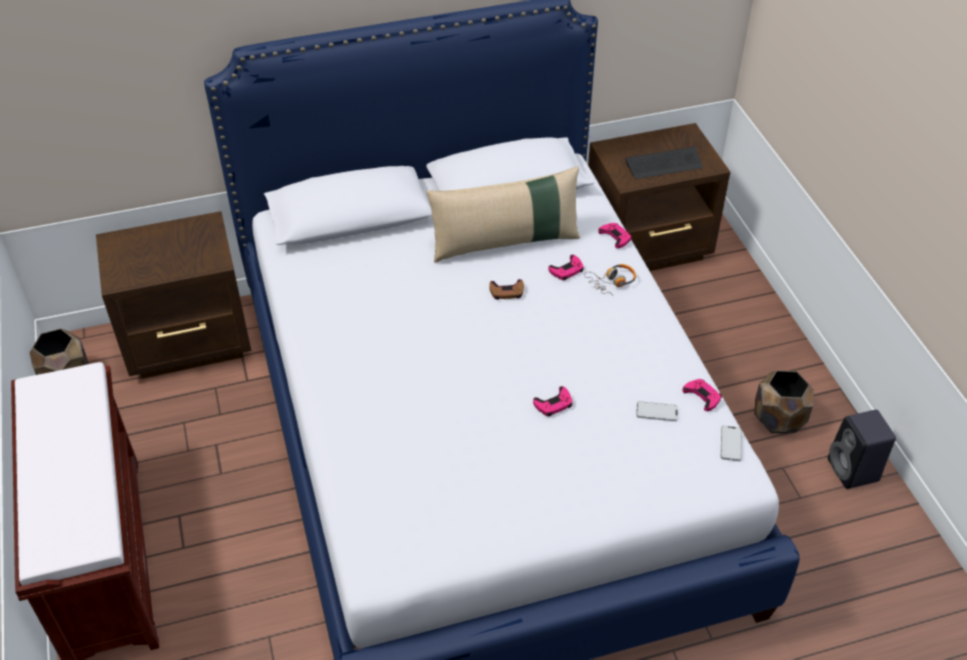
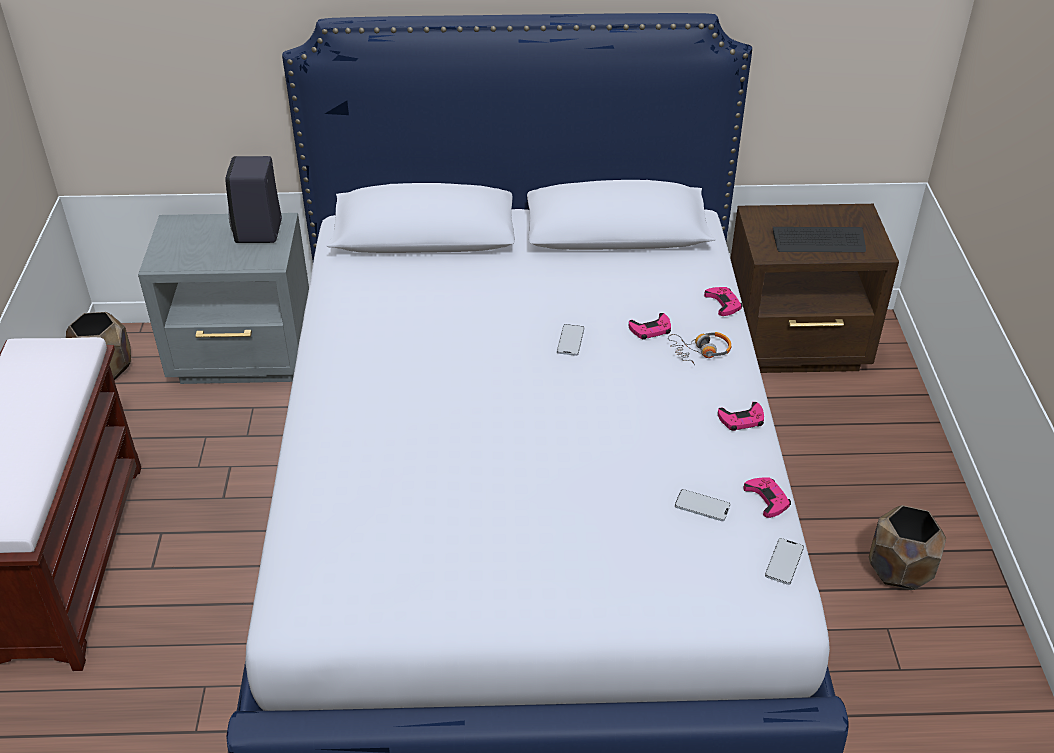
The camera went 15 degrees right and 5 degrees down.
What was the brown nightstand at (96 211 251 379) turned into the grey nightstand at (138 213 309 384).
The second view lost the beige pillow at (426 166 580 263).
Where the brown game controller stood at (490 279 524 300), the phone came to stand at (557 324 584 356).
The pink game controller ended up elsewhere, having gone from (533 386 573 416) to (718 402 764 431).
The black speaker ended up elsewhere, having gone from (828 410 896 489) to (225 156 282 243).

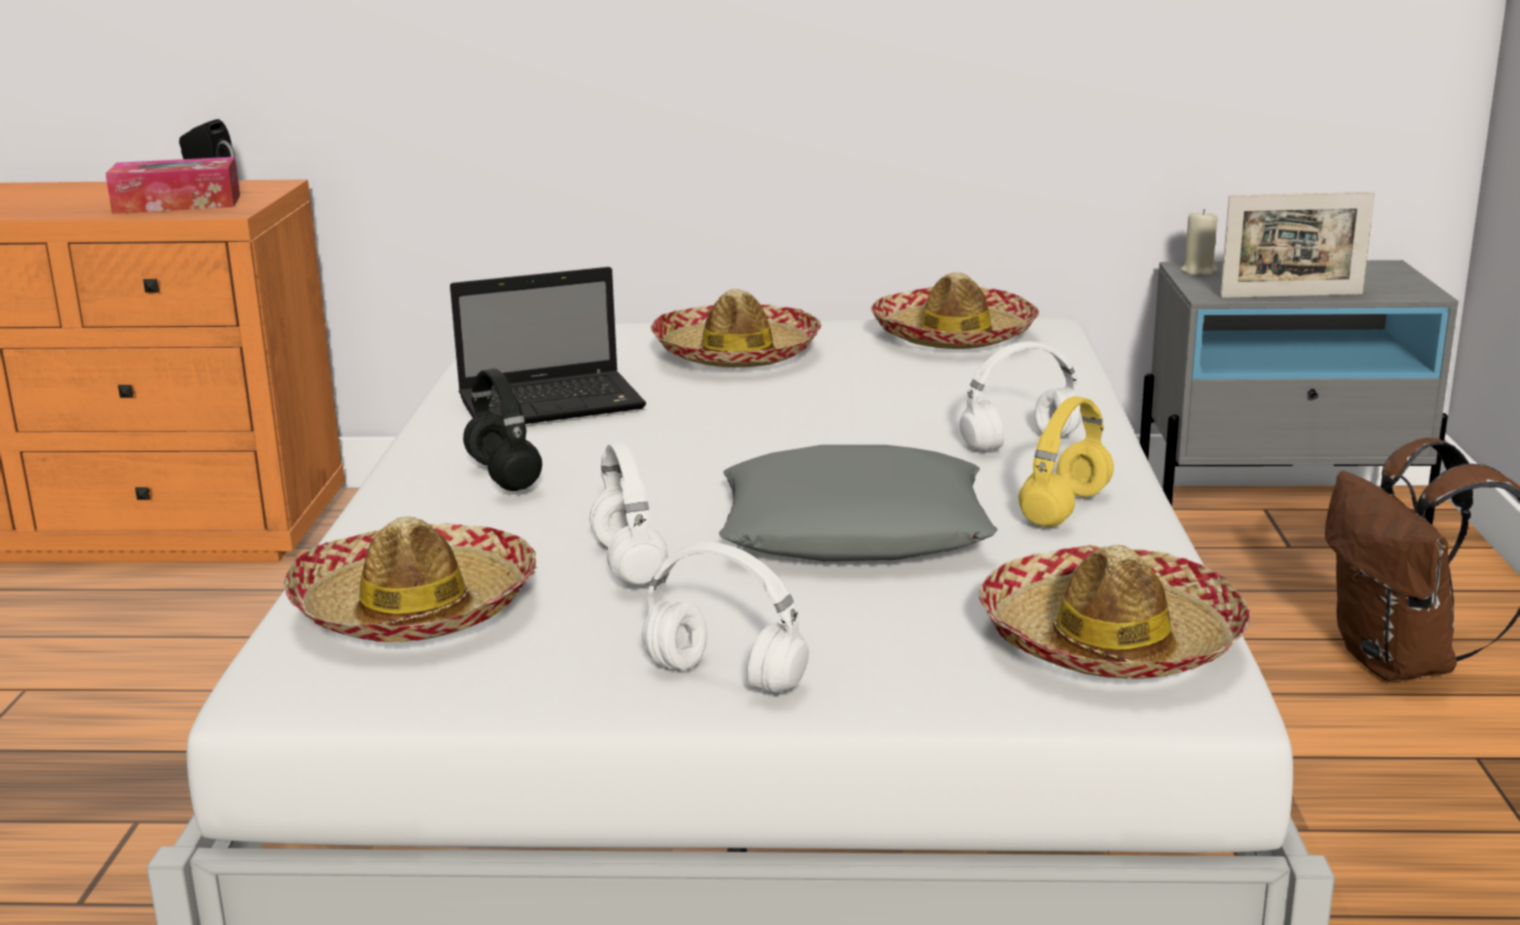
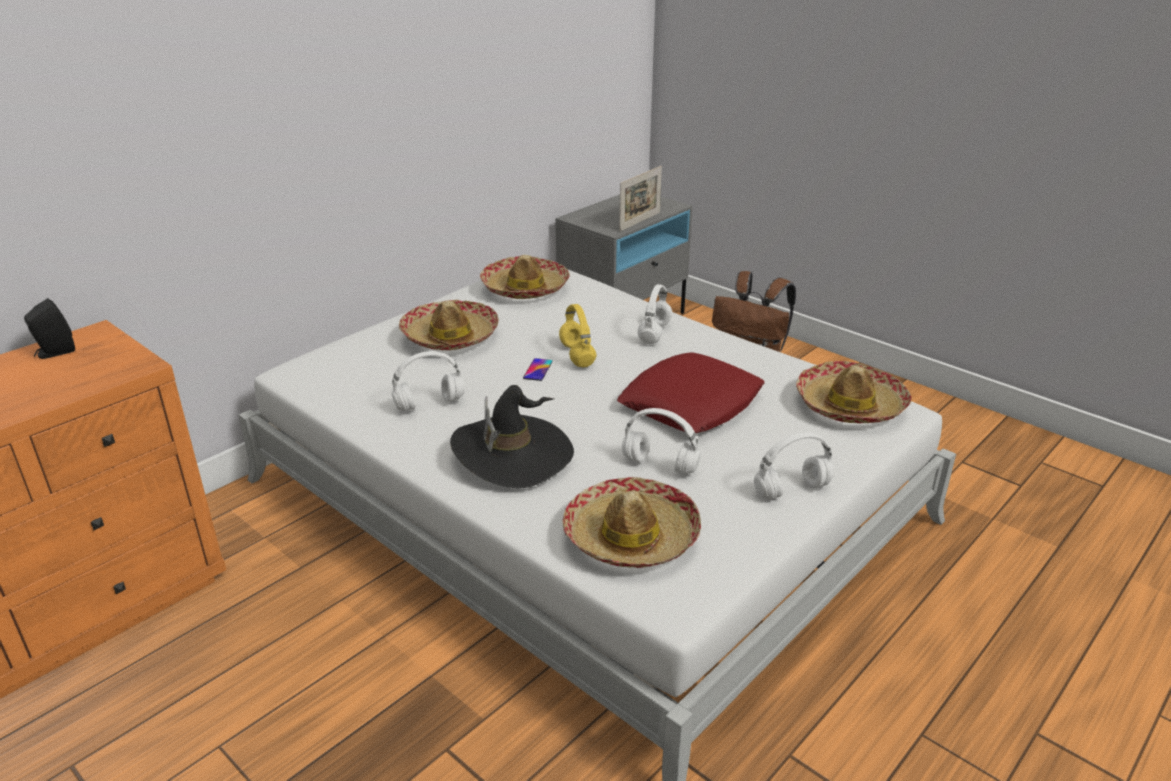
The camera went 50 degrees left and 10 degrees up.
The second view lost the tissue box at (106 157 240 214).
Where the laptop stood at (450 267 646 424), the white headphones came to stand at (392 351 465 411).
Where the black headphones stood at (463 368 542 491), the black hat came to stand at (450 385 574 489).
What was the grey pillow at (719 445 998 561) turned into the red pillow at (617 353 764 433).
The yellow headphones ended up elsewhere, having gone from (1019 396 1114 527) to (559 304 596 367).
The second view lost the beige candle at (1180 209 1218 276).
The second view gained the phone at (523 358 553 381).

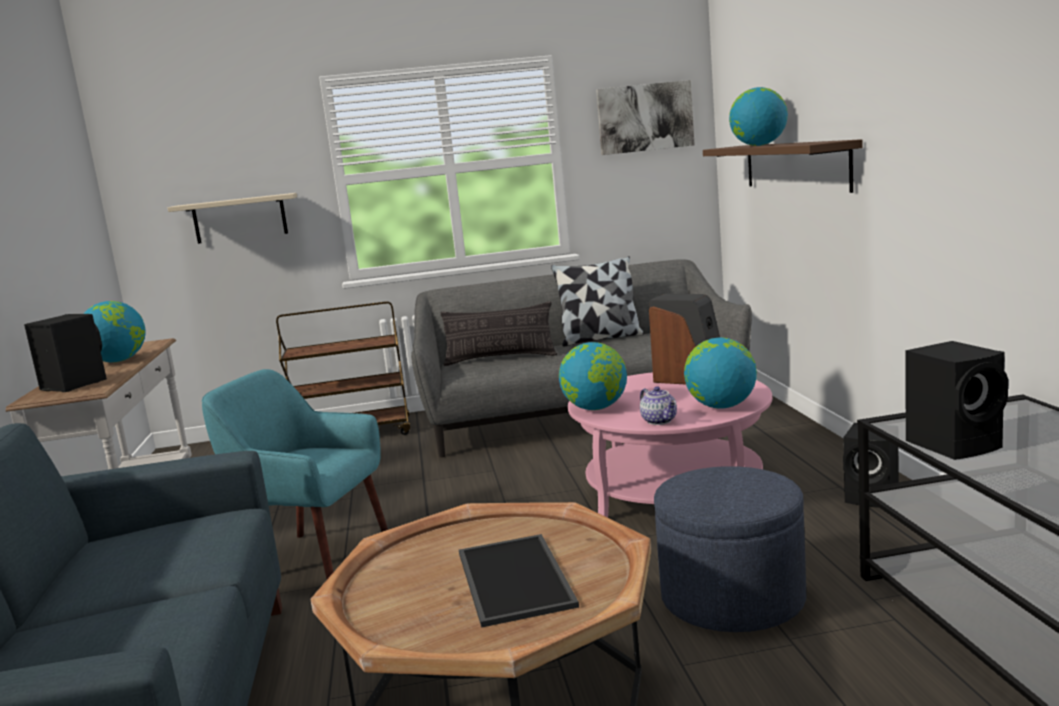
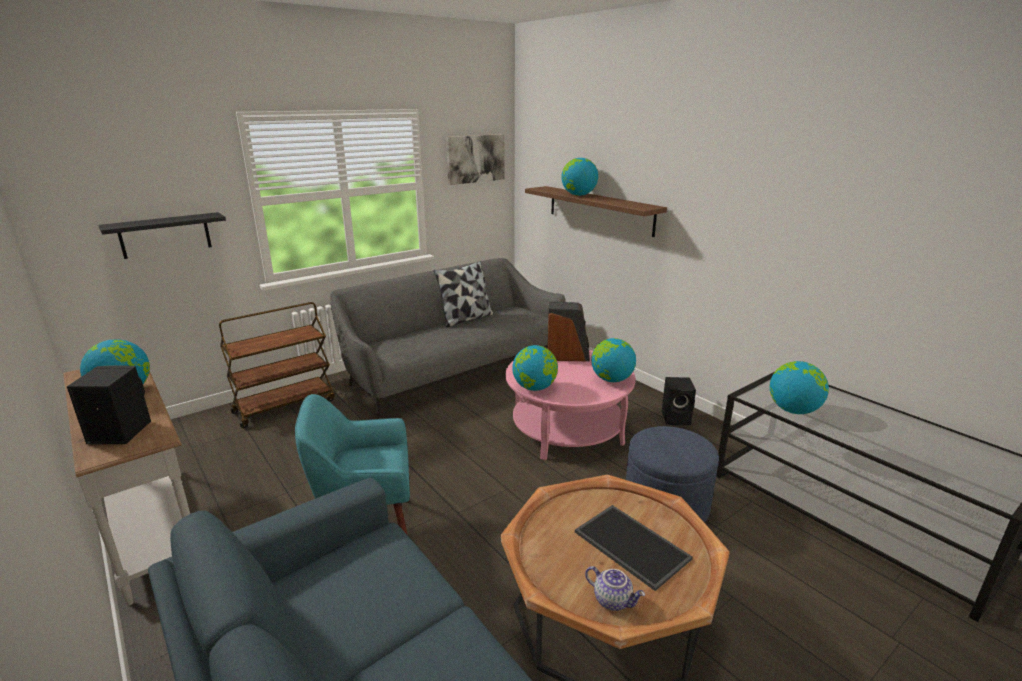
The camera went 30 degrees left and 10 degrees up.
What was the beige shelf at (167 193 297 244) turned into the black shelf at (98 212 226 259).
The second view lost the pillow at (441 301 557 366).
The teapot ended up elsewhere, having gone from (640 386 677 425) to (585 566 645 611).
Where the black speaker stood at (905 341 1008 460), the globe came to stand at (770 361 829 414).

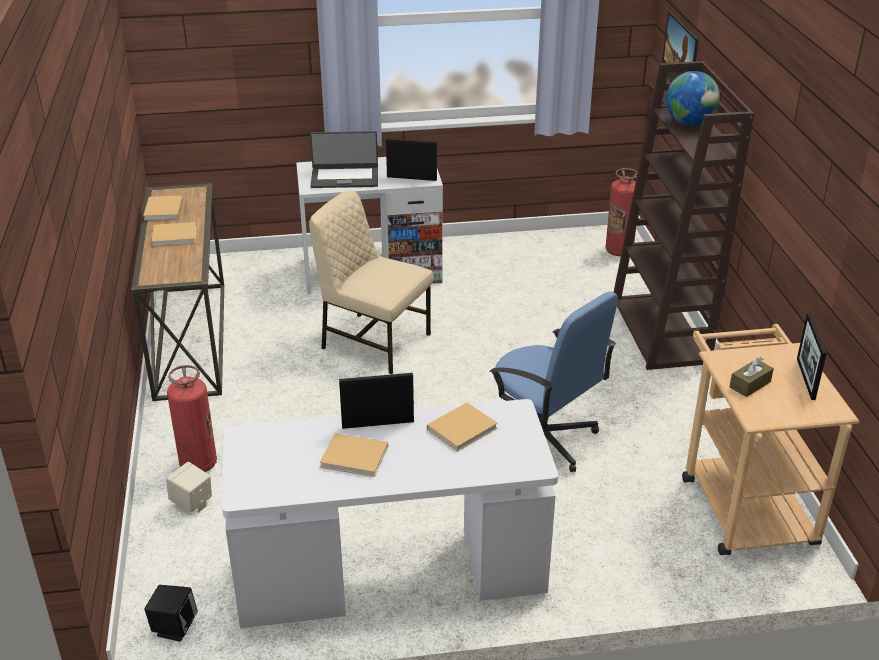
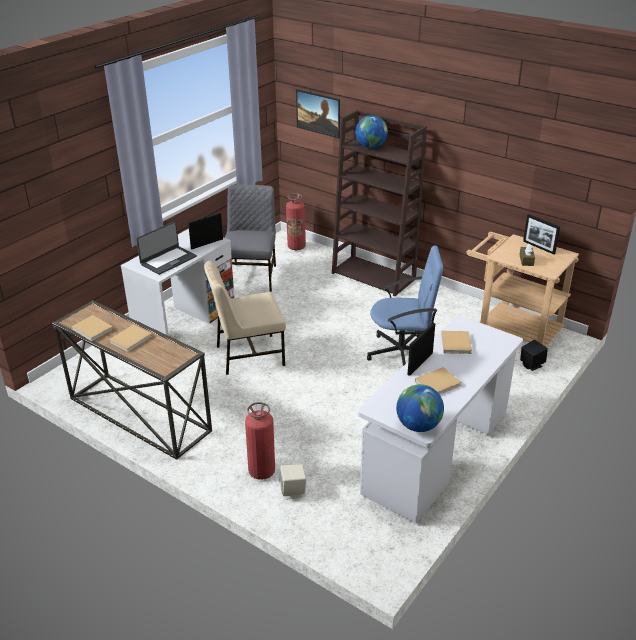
The camera went 45 degrees left and 0 degrees up.
The black speaker ended up elsewhere, having gone from (144 585 198 642) to (520 340 548 371).
The second view gained the grey chair at (224 185 276 292).
The second view gained the globe at (396 384 444 432).

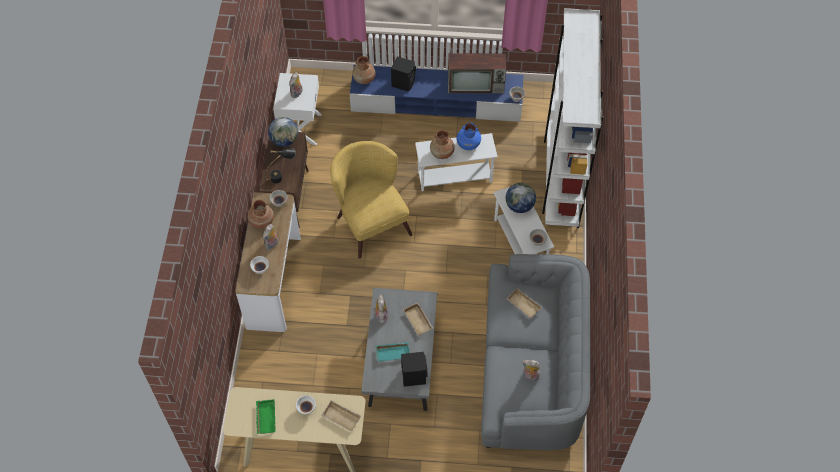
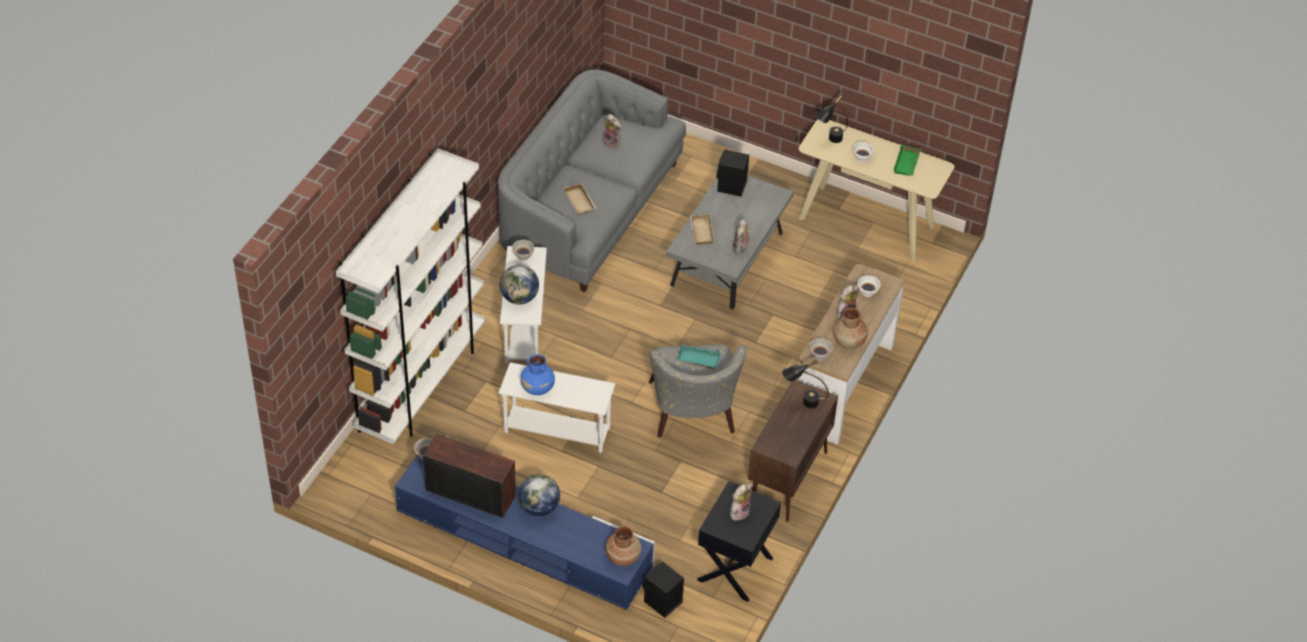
The camera went 160 degrees left and 10 degrees down.
The globe ended up elsewhere, having gone from (268 117 298 147) to (518 474 560 517).
What was the white nightstand at (273 73 322 145) turned into the black nightstand at (697 481 781 602).
Where the beige tray stood at (321 400 361 431), the black table lamp came to stand at (816 95 848 143).
What was the yellow armchair at (330 141 412 259) turned into the grey armchair at (649 344 747 438).
The turquoise tray ended up elsewhere, having gone from (375 342 410 362) to (676 344 721 369).
The black speaker ended up elsewhere, having gone from (391 57 416 92) to (643 562 684 618).
The second view lost the brown vase at (430 130 455 159).

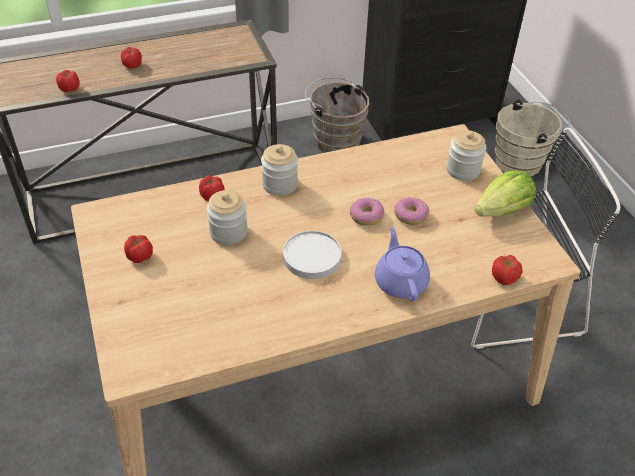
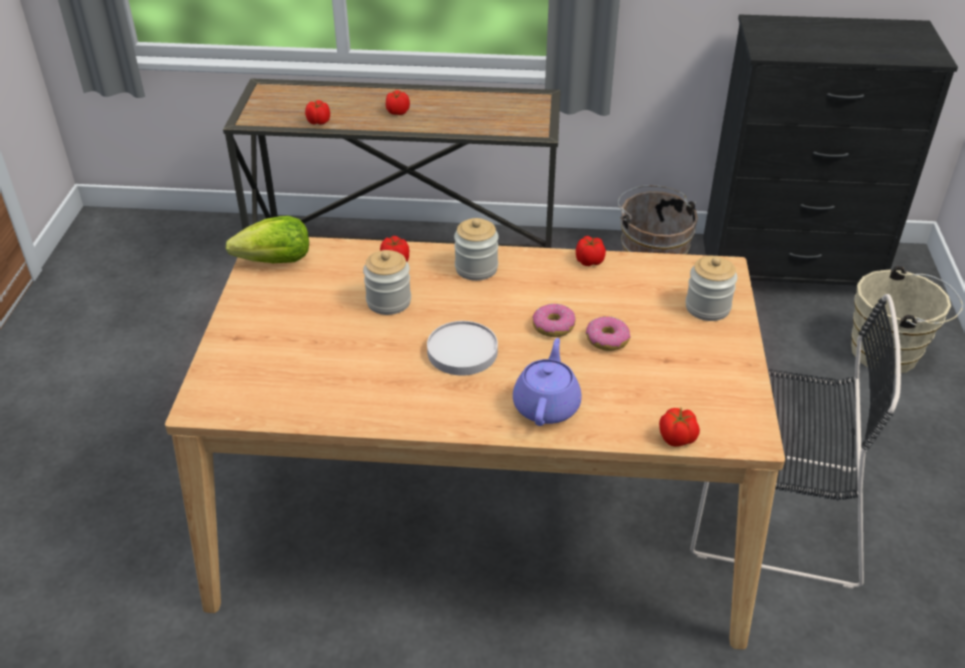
The camera went 25 degrees right and 5 degrees down.
The tomato ended up elsewhere, having gone from (124 235 153 263) to (576 236 606 266).
The lettuce ended up elsewhere, having gone from (475 170 536 216) to (226 216 309 263).

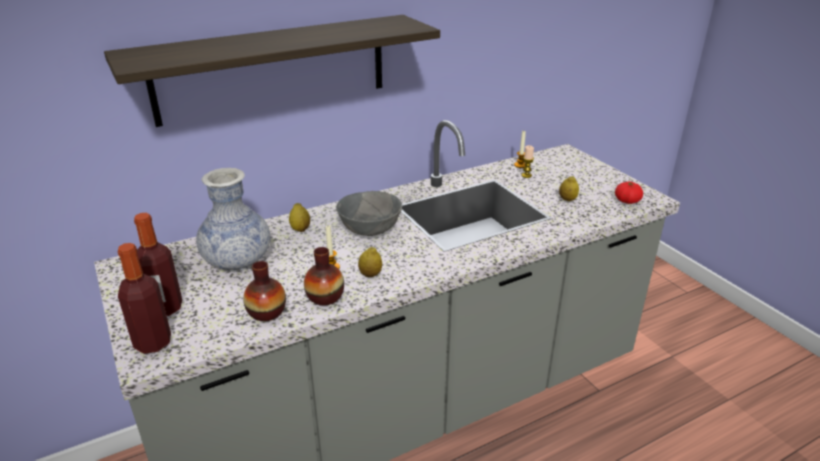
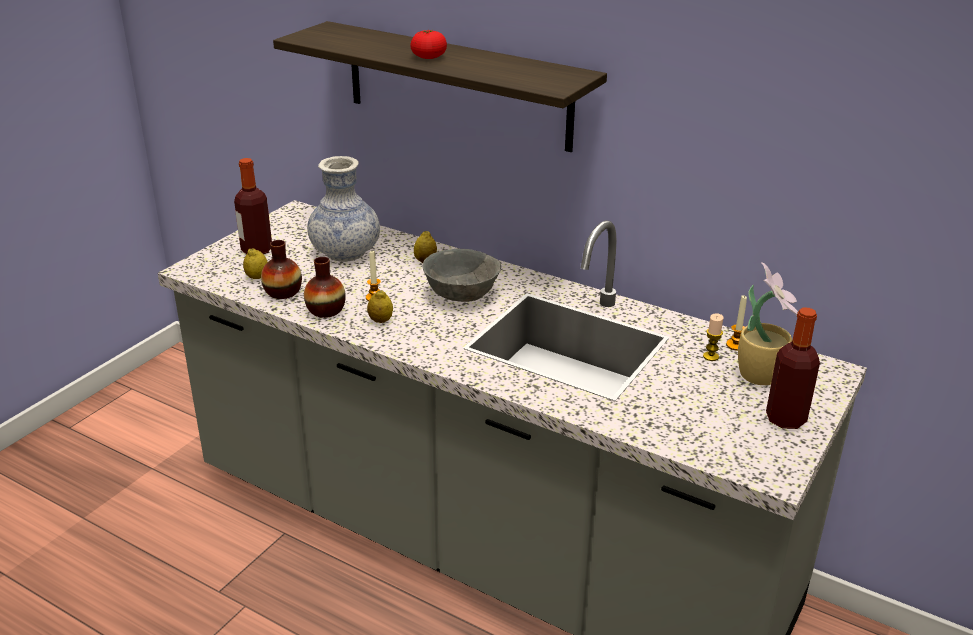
The camera went 60 degrees right and 0 degrees up.
The bottle ended up elsewhere, having gone from (118 243 171 354) to (766 308 820 429).
The lemon ended up elsewhere, having gone from (559 176 579 201) to (243 248 267 279).
The tomato ended up elsewhere, having gone from (615 182 643 204) to (410 30 447 59).
The second view gained the potted plant at (738 262 798 385).

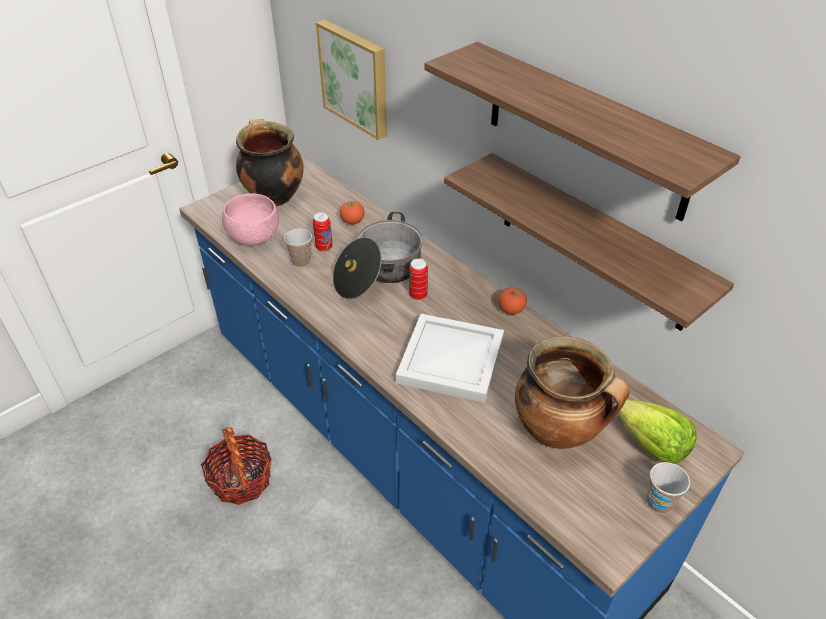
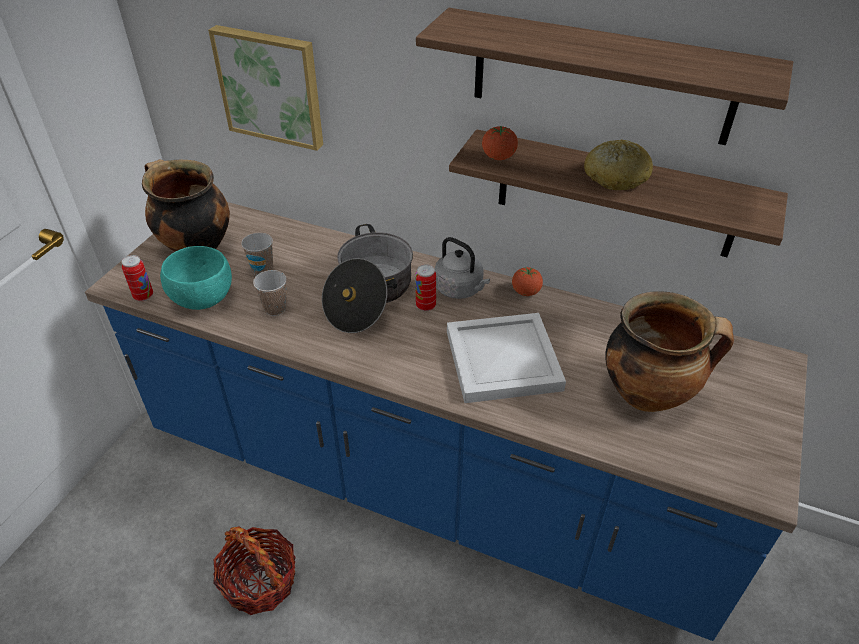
The camera went 25 degrees left and 0 degrees up.
What was the pink bowl at (222 193 279 246) turned into the turquoise bowl at (160 246 232 310).
The can ended up elsewhere, having gone from (313 212 332 252) to (122 255 153 301).
The tomato ended up elsewhere, having gone from (340 201 364 224) to (482 126 518 160).
The second view lost the lettuce at (613 399 697 464).
The cup ended up elsewhere, having gone from (647 462 690 514) to (241 233 273 275).
The second view gained the grey kettle at (435 237 490 299).
The second view gained the bread at (584 139 653 190).

